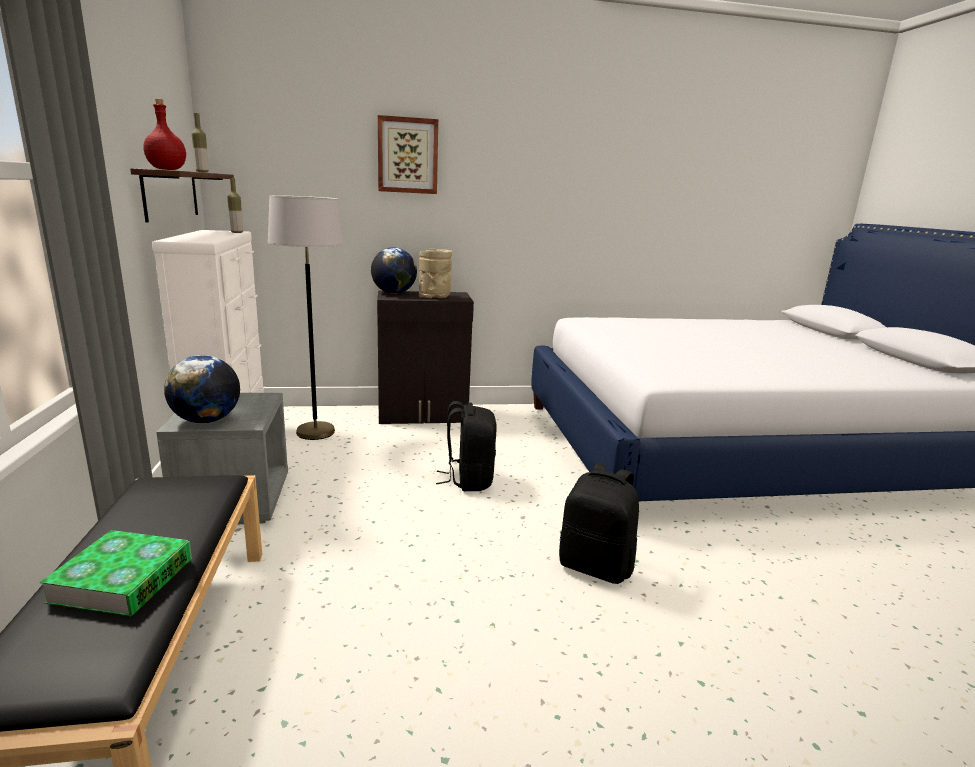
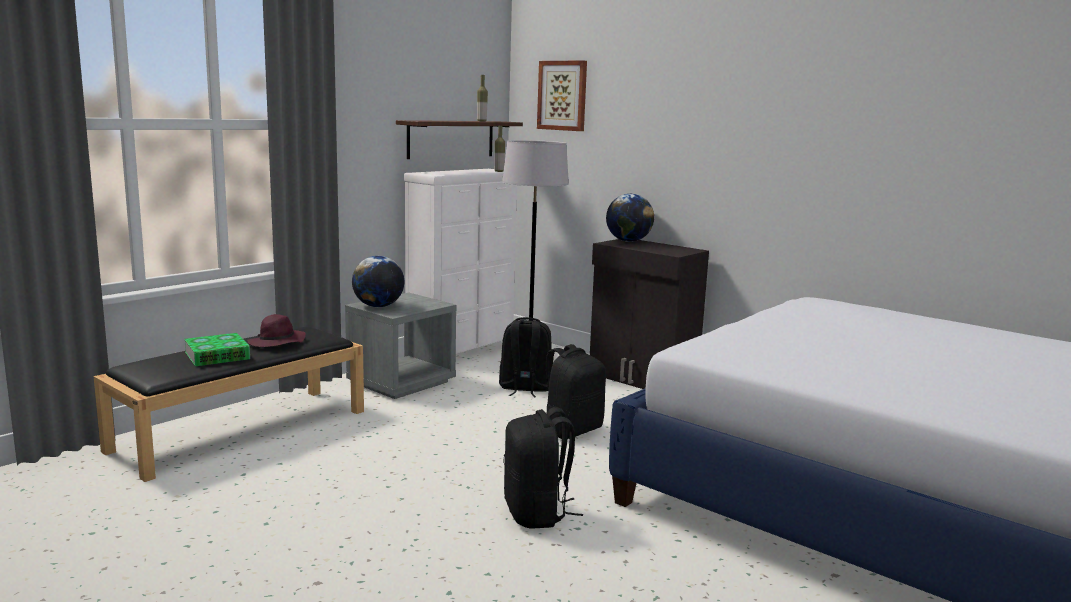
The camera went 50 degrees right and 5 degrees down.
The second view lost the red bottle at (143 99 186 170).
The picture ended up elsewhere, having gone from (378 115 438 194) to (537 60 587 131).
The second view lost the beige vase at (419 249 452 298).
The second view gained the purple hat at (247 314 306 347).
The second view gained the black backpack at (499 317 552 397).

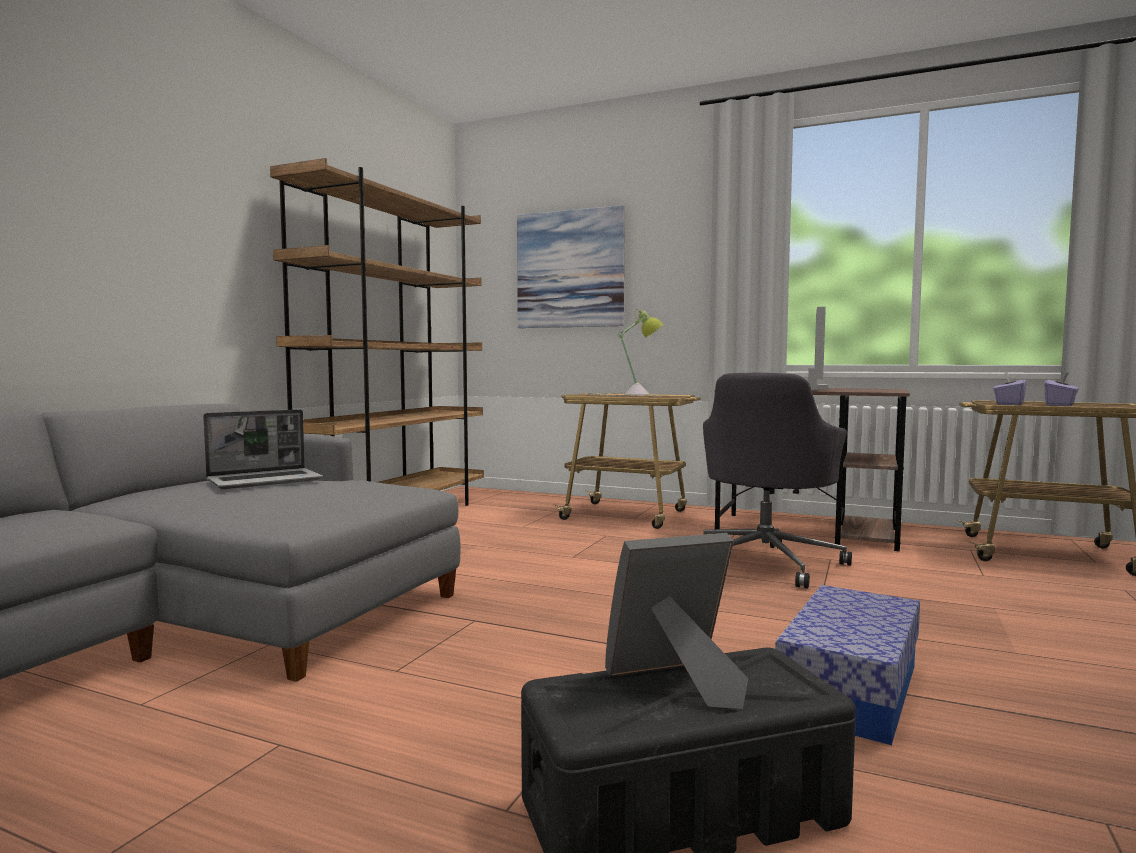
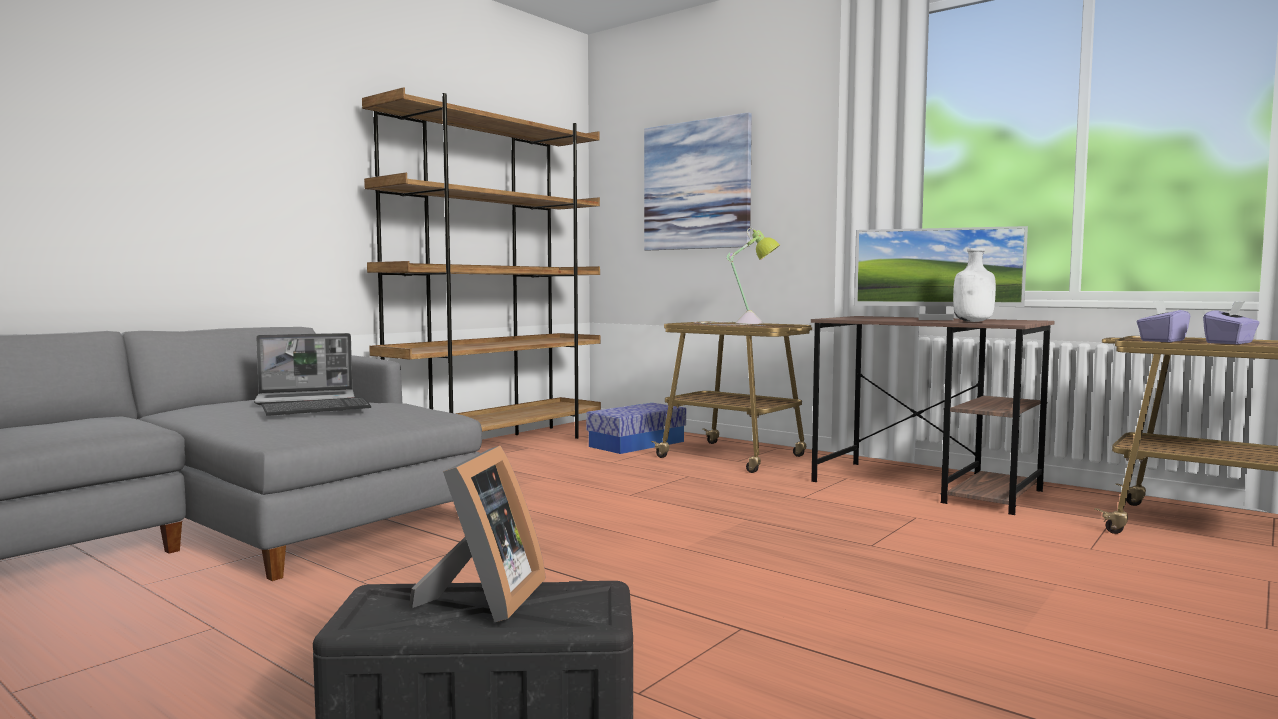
The camera went 15 degrees right and 0 degrees up.
The picture frame at (605 533 748 709) ended up facing another way, 105 degrees clockwise from before.
The second view lost the grey office chair at (703 373 852 588).
The storage box ended up elsewhere, having gone from (775 585 920 745) to (586 403 686 454).
The monitor at (808 307 829 390) ended up facing another way, 75 degrees clockwise from before.
The second view gained the keyboard at (262 397 371 416).
The second view gained the white bottle at (953 248 996 322).

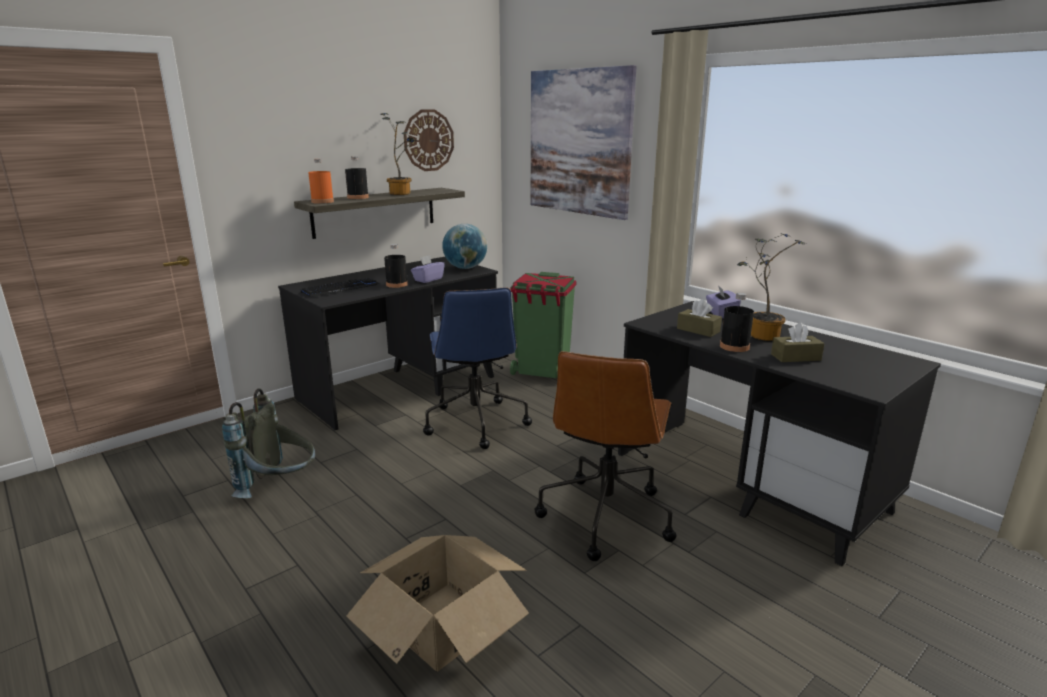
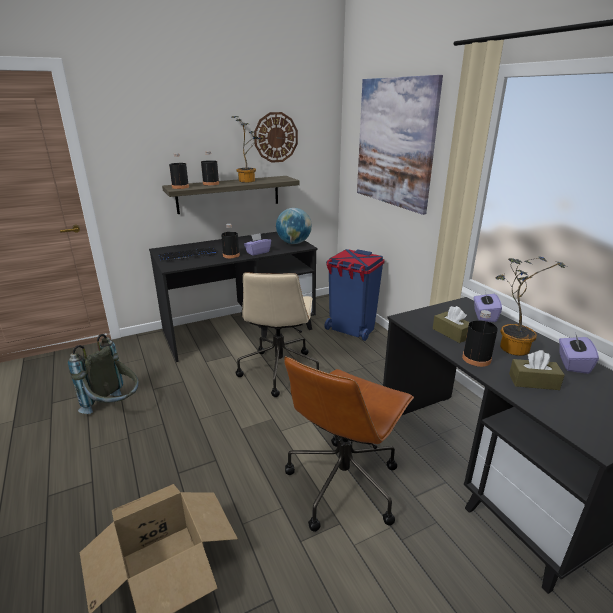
The camera went 15 degrees right and 5 degrees up.
What was the orange bottle at (308 159 334 204) turned into the black bottle at (169 153 189 189).
What was the blue office chair at (423 287 532 449) turned into the beige office chair at (236 272 319 397).
What was the green trash can at (510 272 576 378) turned into the blue trash can at (325 249 385 341).
The second view gained the purple tissue box at (559 335 599 374).

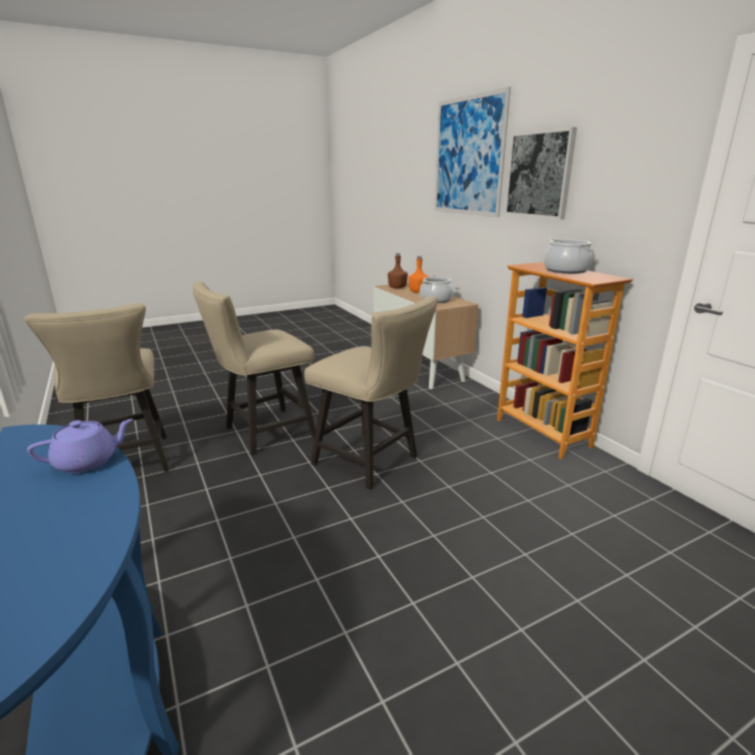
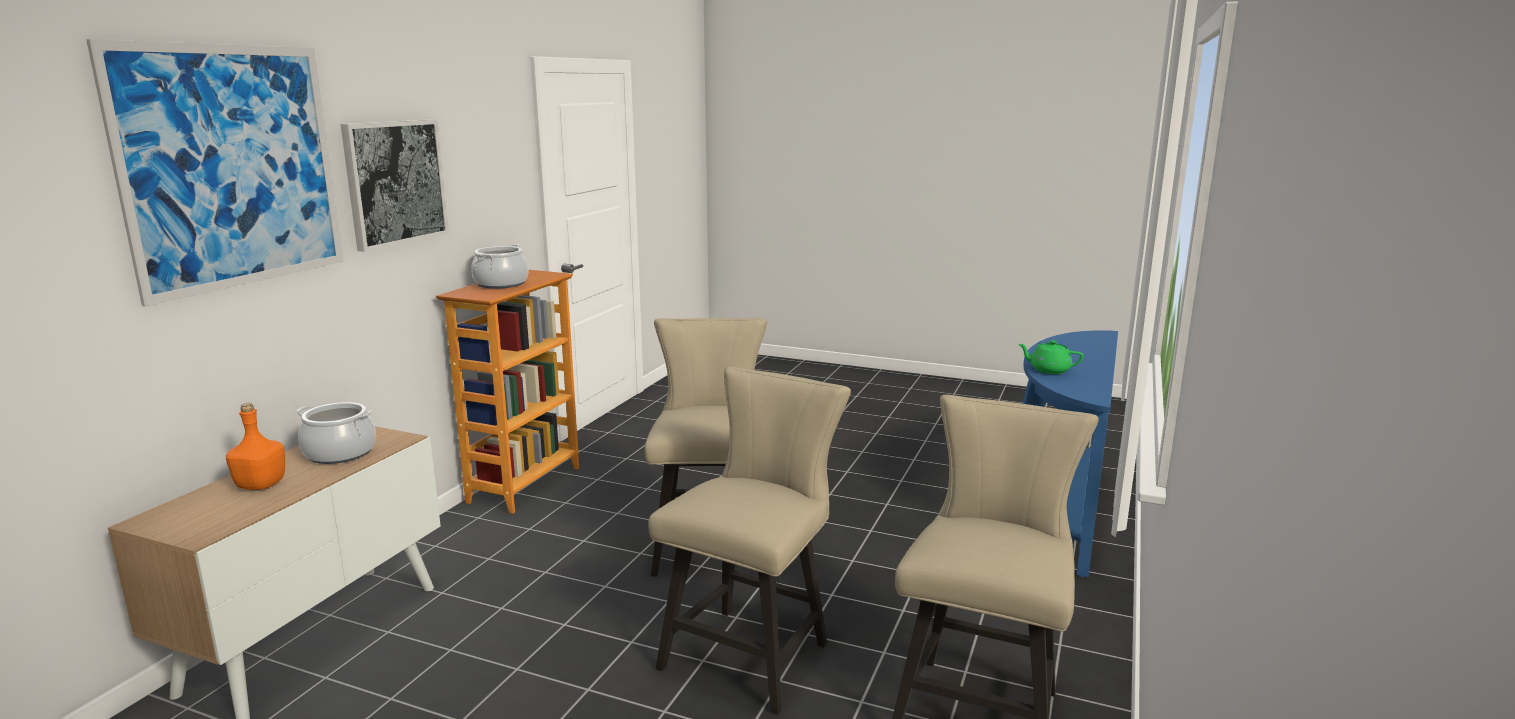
The camera went 130 degrees left and 5 degrees down.
What was the purple teapot at (27 419 133 473) turned into the green teapot at (1018 340 1084 374).
The beige chair at (192 282 316 455) ended up facing another way, 75 degrees counterclockwise from before.
The second view lost the brown bottle at (388 253 408 288).

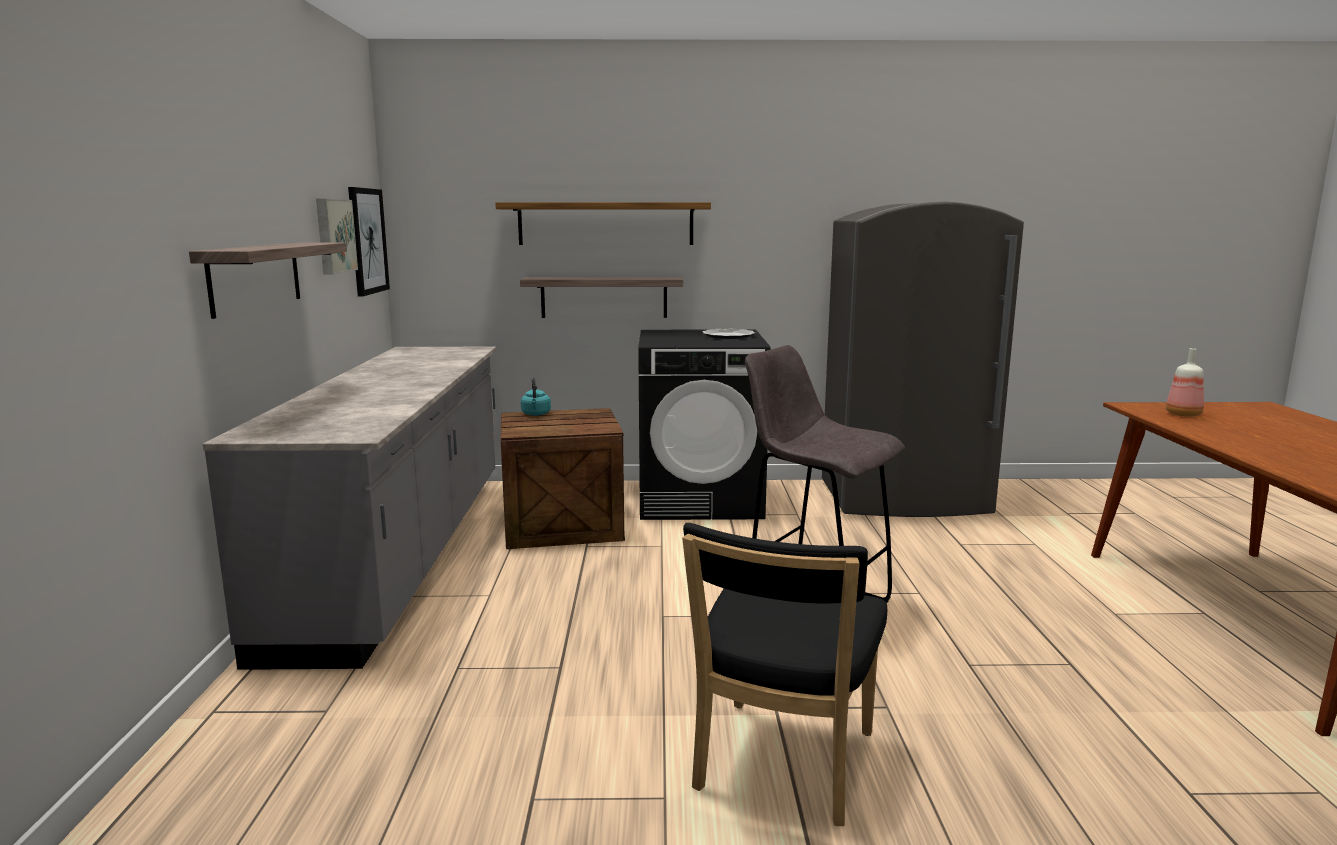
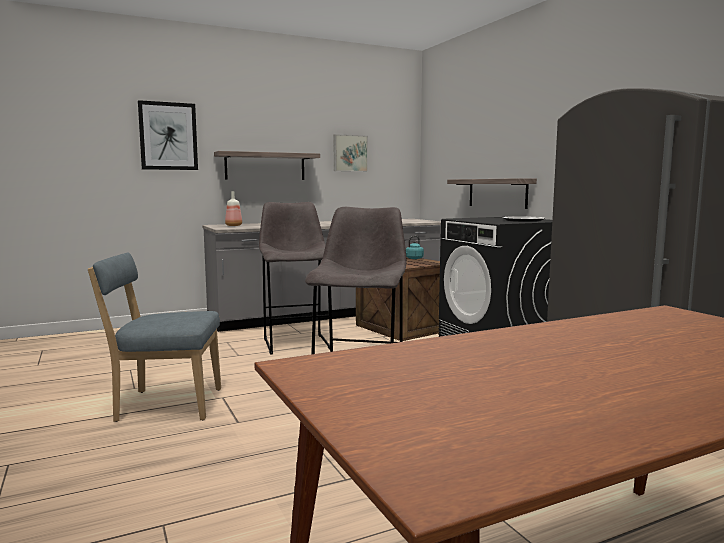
The camera went 65 degrees right and 5 degrees down.
The picture ended up elsewhere, having gone from (348 187 390 296) to (138 100 198 170).
The second view lost the shelf at (495 202 711 245).
What was the black chair at (682 523 887 826) turned into the blue chair at (88 253 221 422).
The bottle ended up elsewhere, having gone from (1166 348 1204 417) to (225 191 242 226).
The second view gained the grey stool at (259 202 330 355).

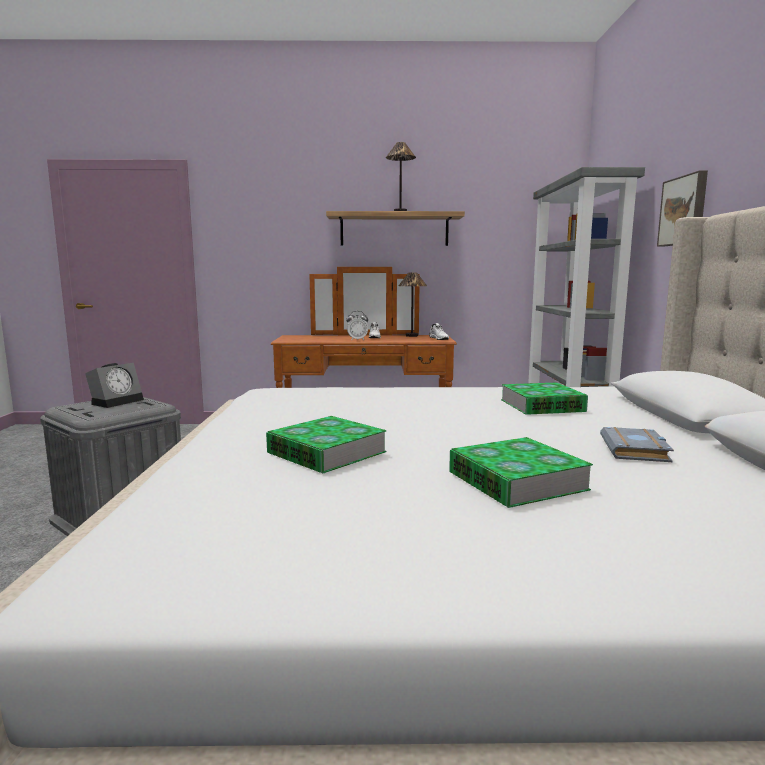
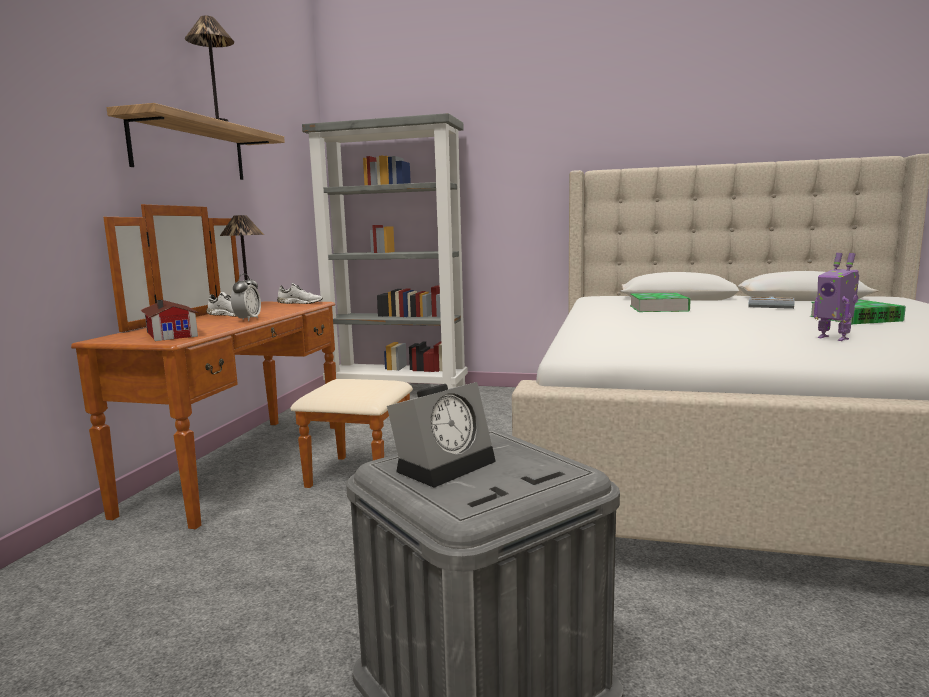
The camera went 75 degrees left and 0 degrees up.
The alarm clock at (85 363 144 408) ended up facing another way, 90 degrees clockwise from before.
Where the book stood at (266 416 387 473), the toy robot came to stand at (814 253 859 341).
The second view lost the picture at (657 170 708 246).
The second view gained the toy house at (141 300 199 341).

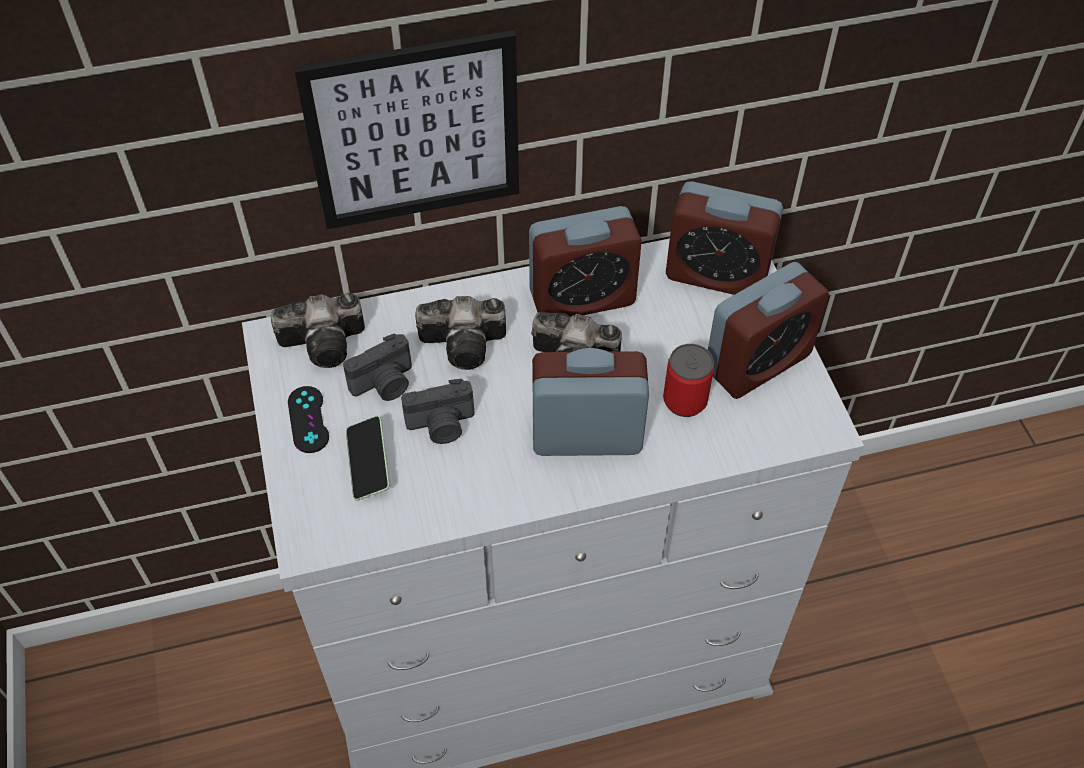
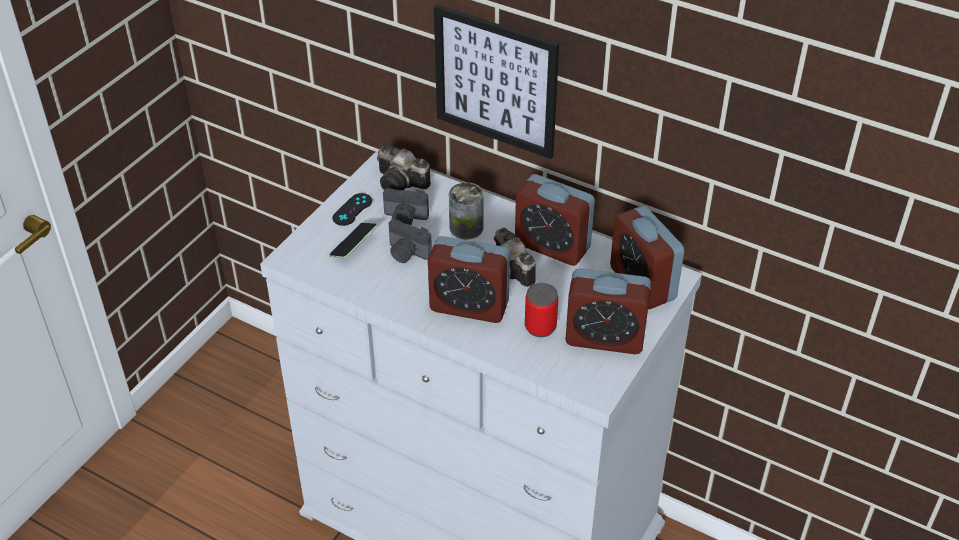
The camera went 45 degrees right and 10 degrees down.
Where the photo camera stood at (415 296 506 370), the can came to stand at (449 182 484 239).
The alarm clock at (532 348 649 456) ended up facing another way, 150 degrees clockwise from before.

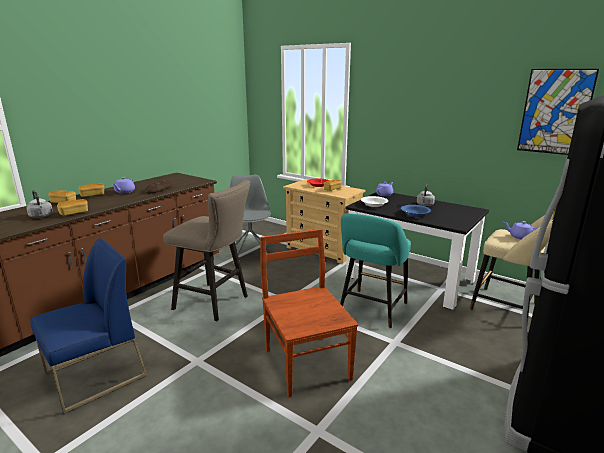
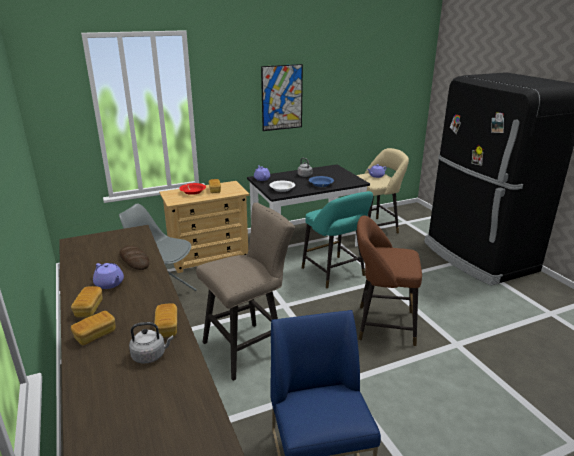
The camera went 60 degrees left and 5 degrees up.
Where the brown chair stood at (260 229 358 397), the brown stool came to stand at (357 216 422 346).
The picture ended up elsewhere, having gone from (517 69 599 155) to (261 64 303 131).

